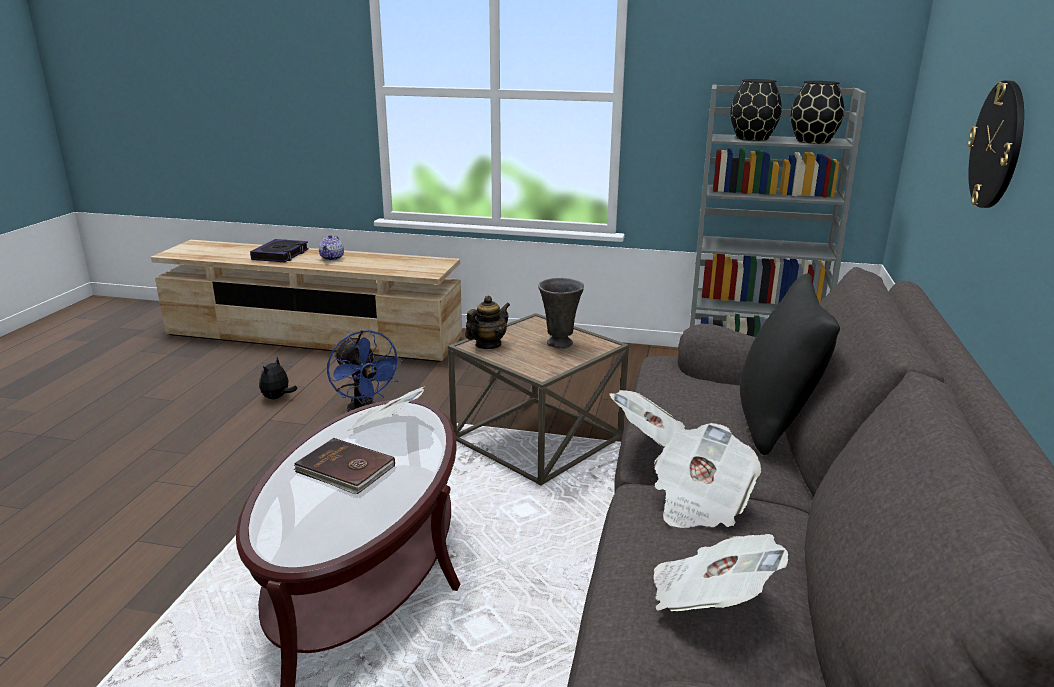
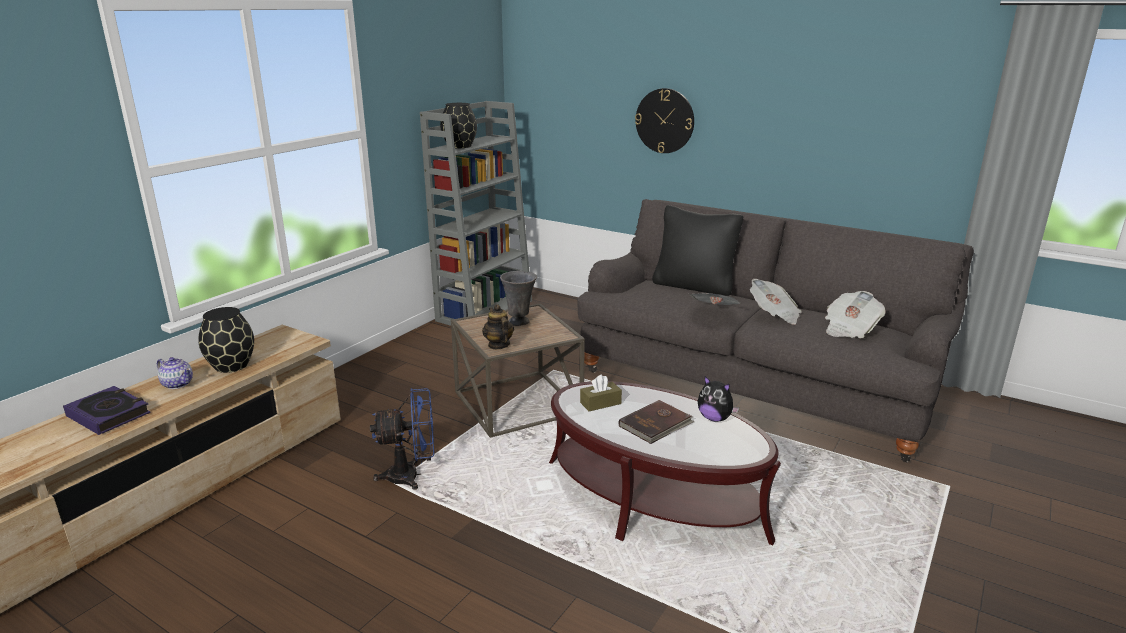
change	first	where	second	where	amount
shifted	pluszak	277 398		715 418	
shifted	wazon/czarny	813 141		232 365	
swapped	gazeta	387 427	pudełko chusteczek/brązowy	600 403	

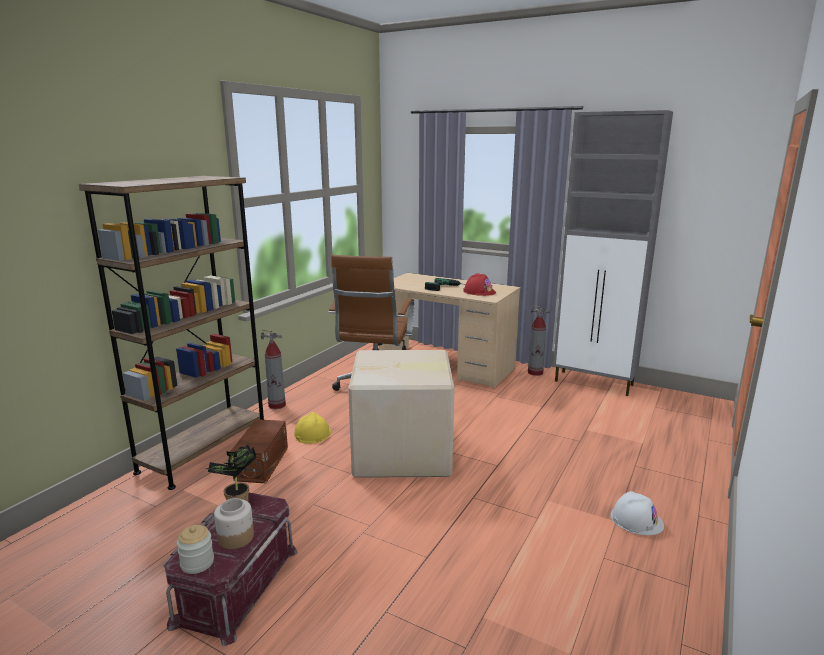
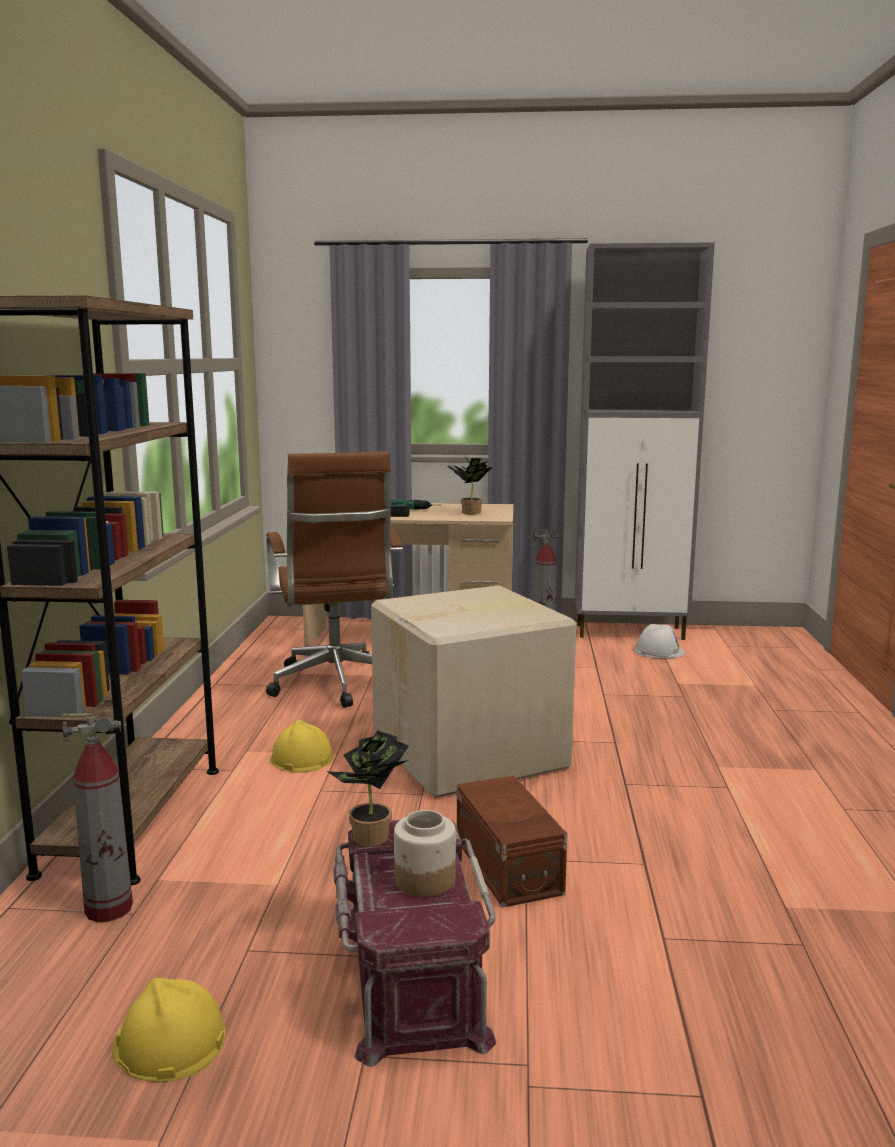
change	first	where	second	where	amount
gone	słoik	197 563			
new			kask/żółty	169 1041	
shifted	pojemnik do przechowywania/brązowy	260 464		506 867	
shifted	gaśnica	277 405		109 909	
shifted	kask/biały	636 520		659 651	
swapped	kask/czerwony	479 291	roślina doniczkowa	468 513	

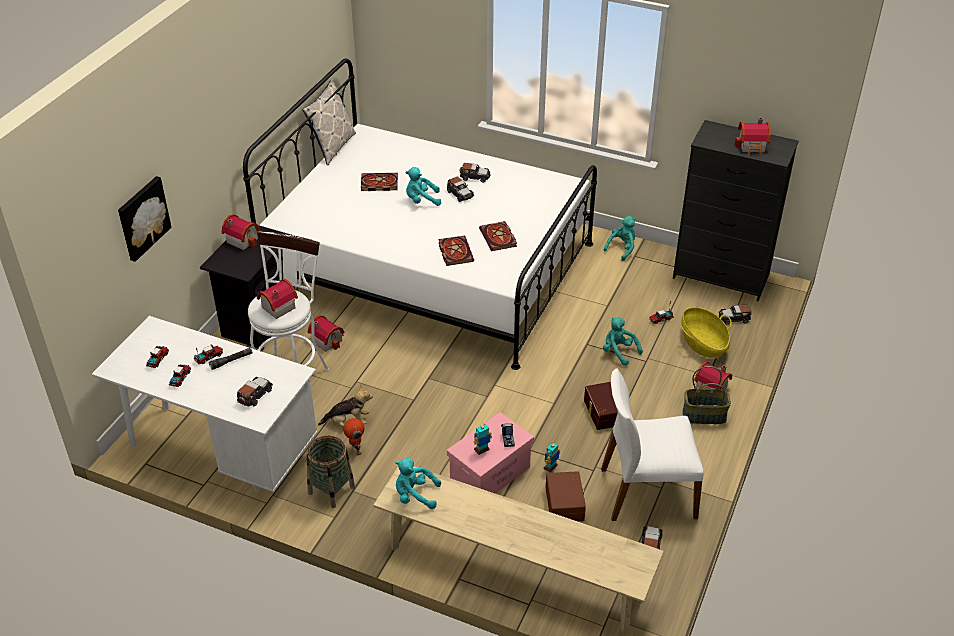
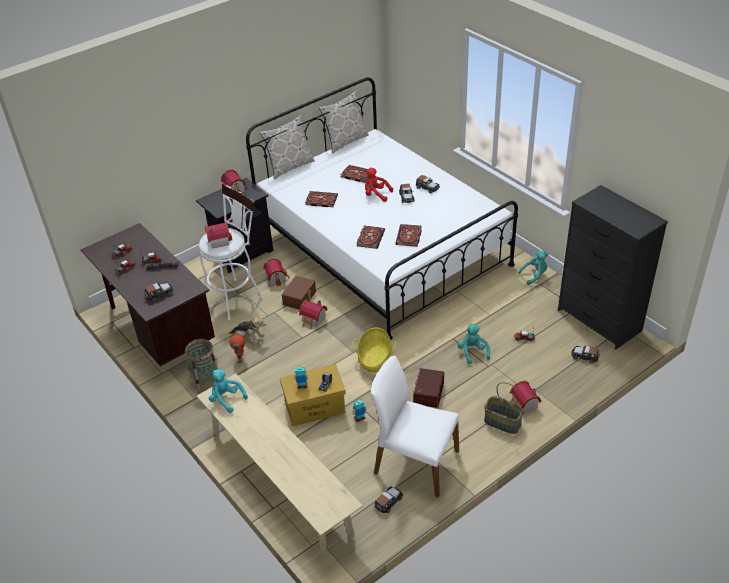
change	first	where	second	where	amount
gone	obraz	142 218			
new			poduszka	290 167	
new			książka	320 200	
shifted	pojemnik do przechowywania/brązowy	565 503		300 298	
shifted	koszyk	703 343		375 359	
shifted	domek	752 147		313 320	
repainted	biurko/biały	220 452	biurko/brązowy	159 330	
repainted	pluszak/turkusowy	421 200	pluszak/czerwony	376 195	
repainted	pojemnik do przechowywania/różowy	490 474	pojemnik do przechowywania/żółty	314 407	

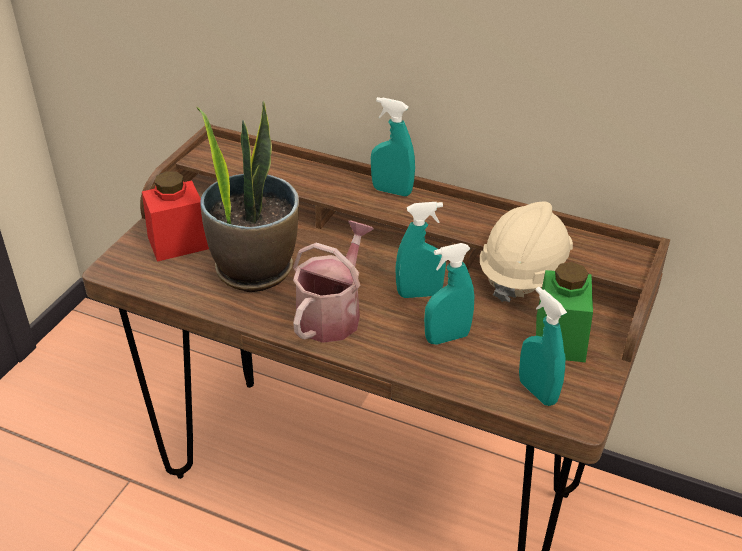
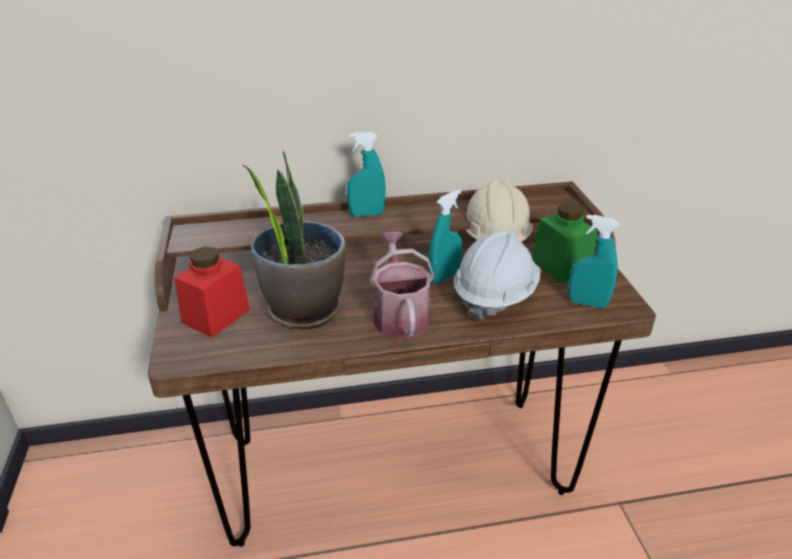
change	first	where	second	where	amount
swapped	spryskiwacz/turkusowy	447 337	kask/biały	495 296	

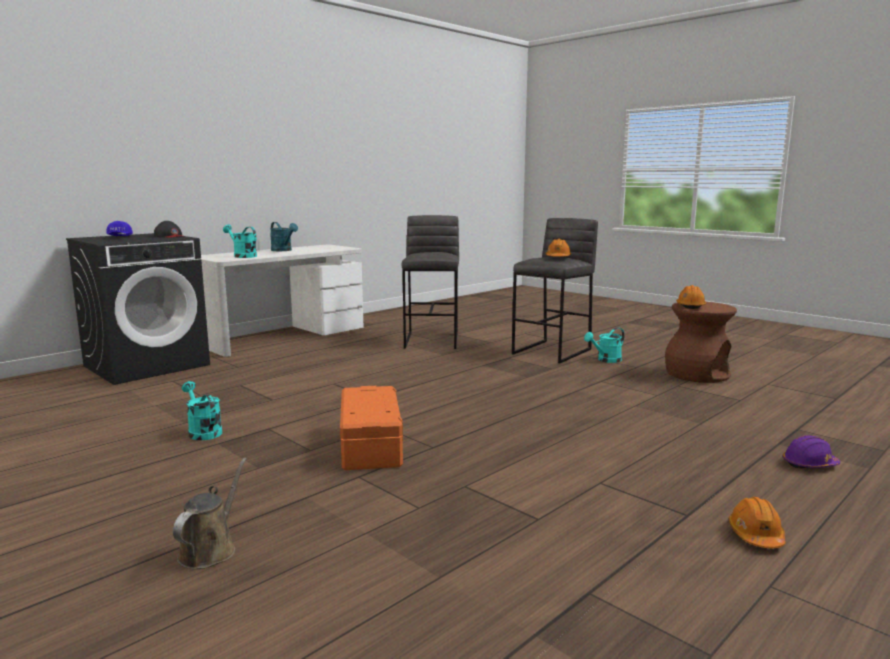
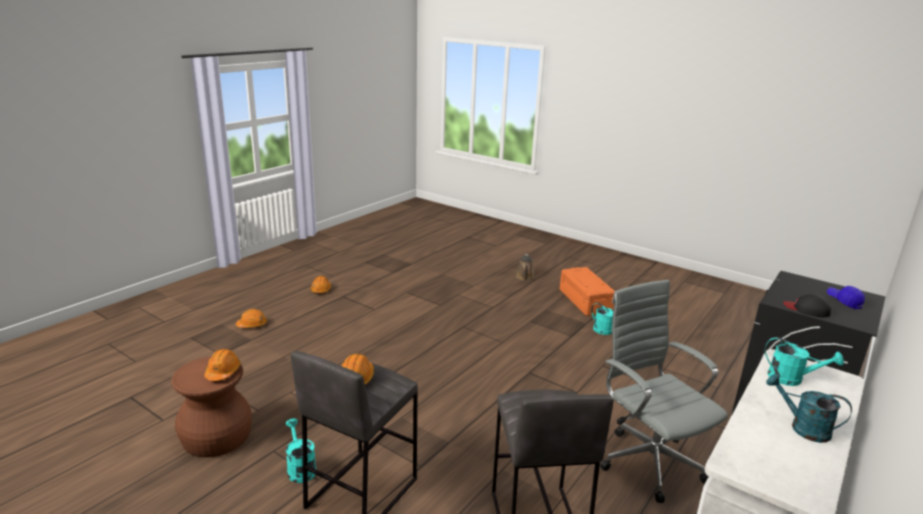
change	first	where	second	where	amount
new			krzesło biurowe/szary	647 460	
shifted	pojemnik do przechowywania/pomarańczowy	369 445		585 301	
repainted	kask/fioletowy	809 464	kask/pomarańczowy	252 325	
rotated	konewka/turkusowy	606 360		300 468	75 degrees counterclockwise

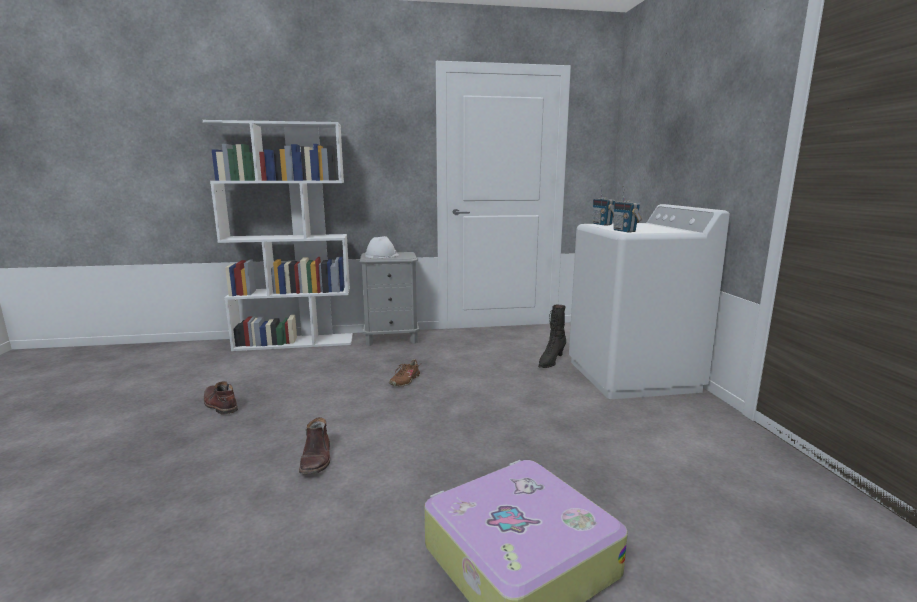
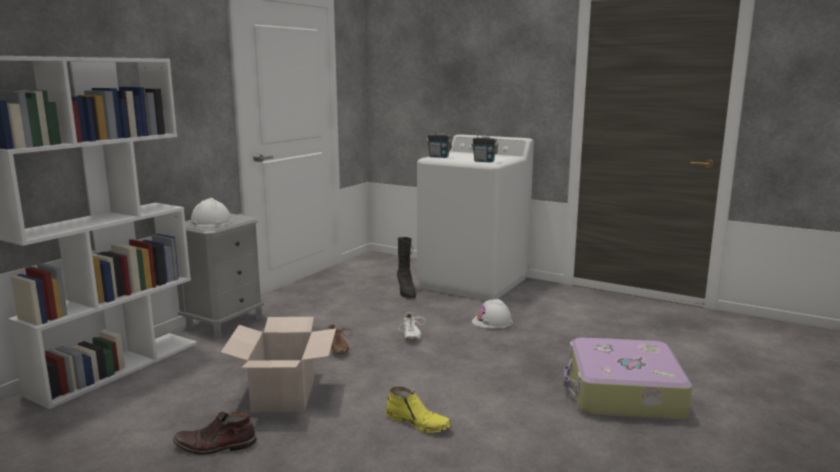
change	first	where	second	where	amount
new			karton	283 395	
new			but/biały	410 335	
new			kask/biały	492 321	
repainted	but z cholewką/brązowy	316 459	but z cholewką/żółty	418 422	

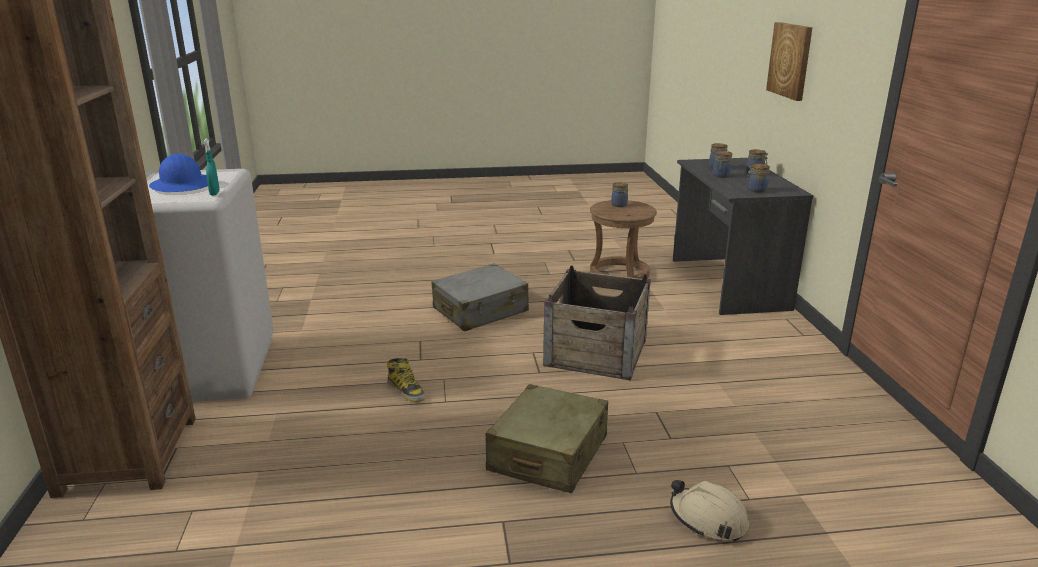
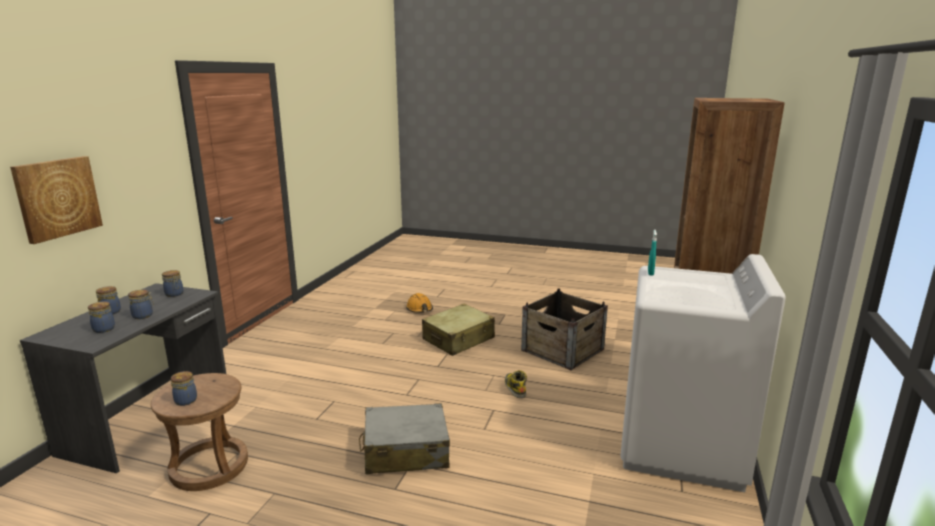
change	first	where	second	where	amount
gone	kask/niebieski	182 185			
shifted	skrzynka	596 352		562 349	
repainted	kask/beżowy	708 519	kask/pomarańczowy	419 309	

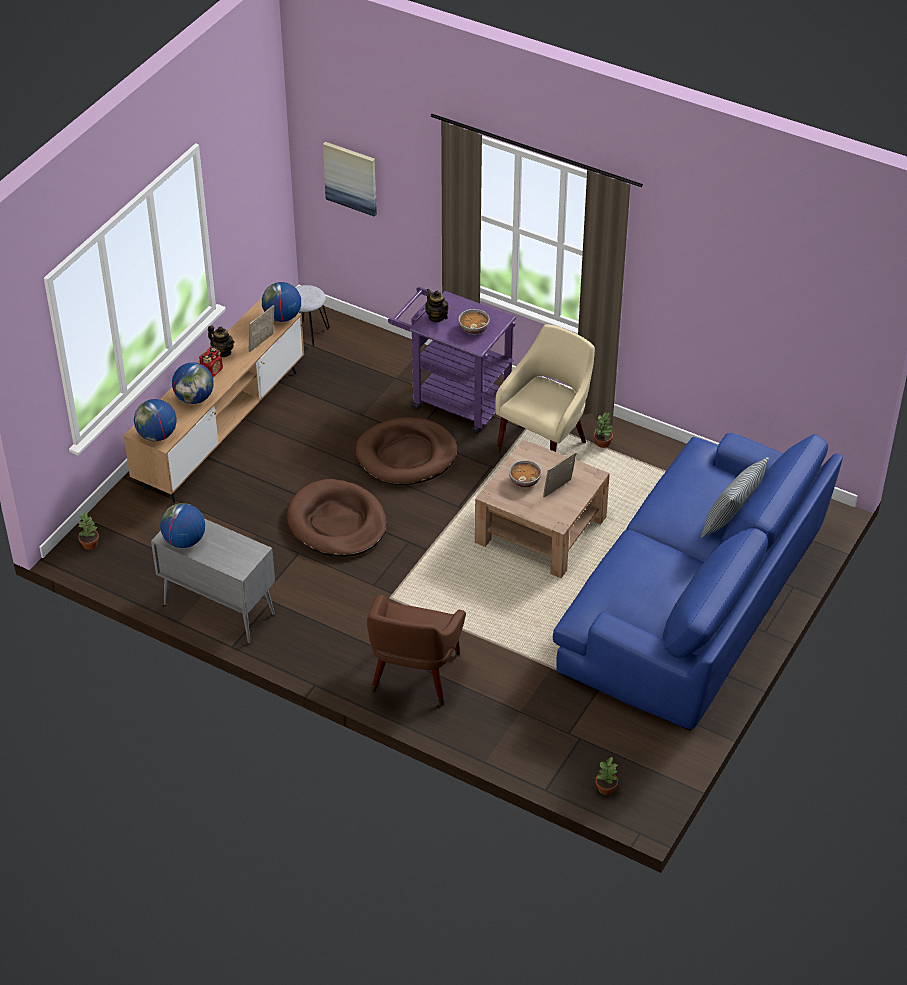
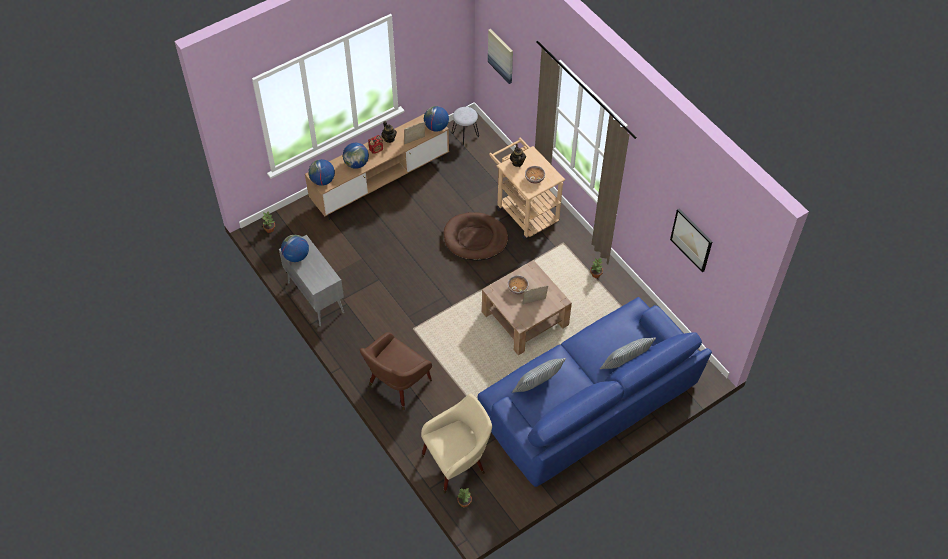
change	first	where	second	where	amount
gone	legowisko/brązowy	337 523			
new			poduszka	537 387	
new			obraz	691 239	
shifted	fotel/beżowy	545 443		457 462	
repainted	wózek/fioletowy	453 399	wózek/beżowy	524 211	

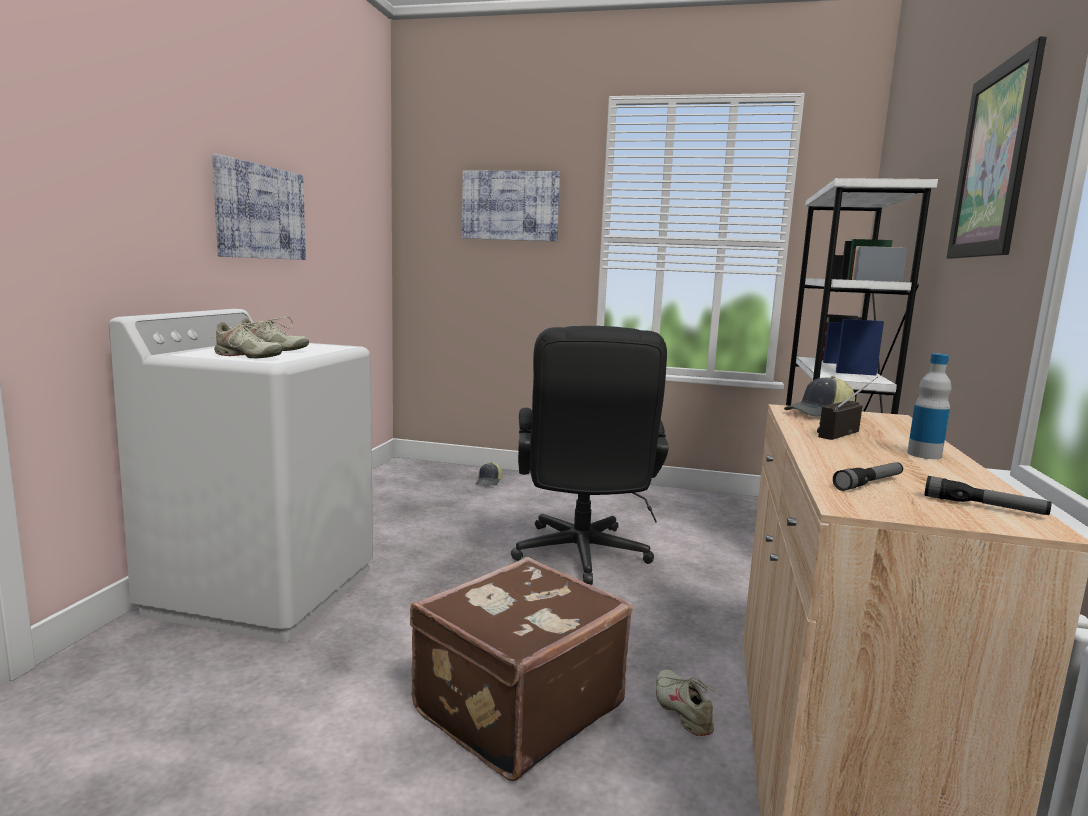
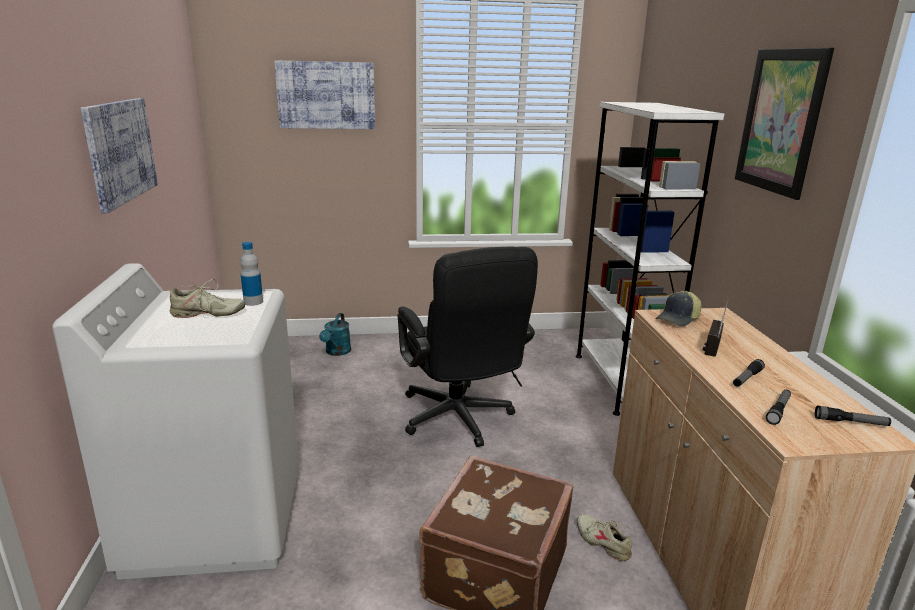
change	first	where	second	where	amount
gone	but/beżowy	247 356			
new			latarka	747 378	
shifted	butelka	924 455		253 302	
swapped	czapka z daszkiem	489 482	konewka/turkusowy	336 352	

